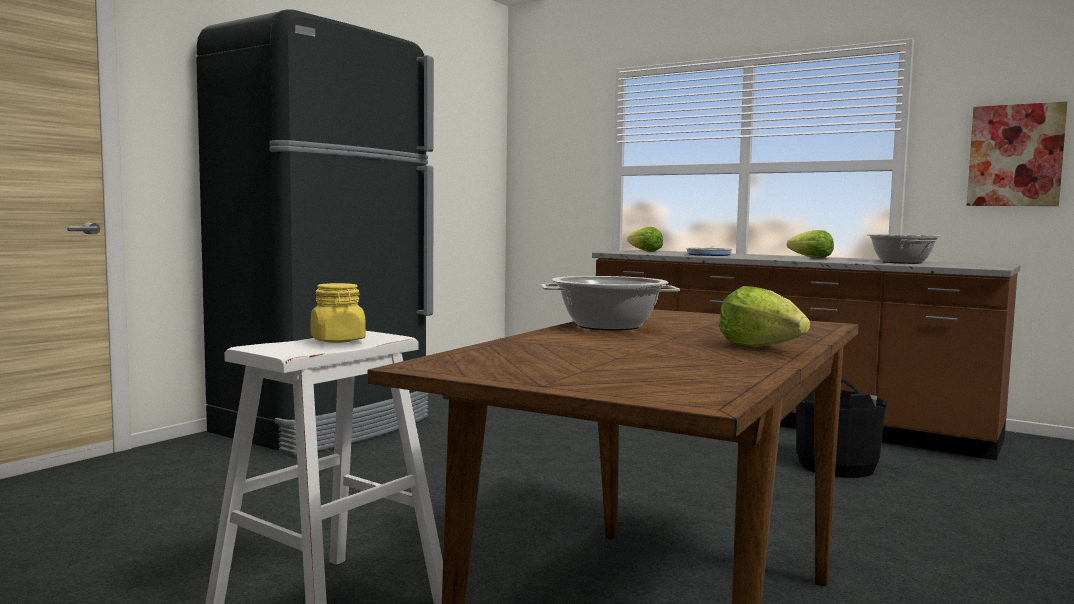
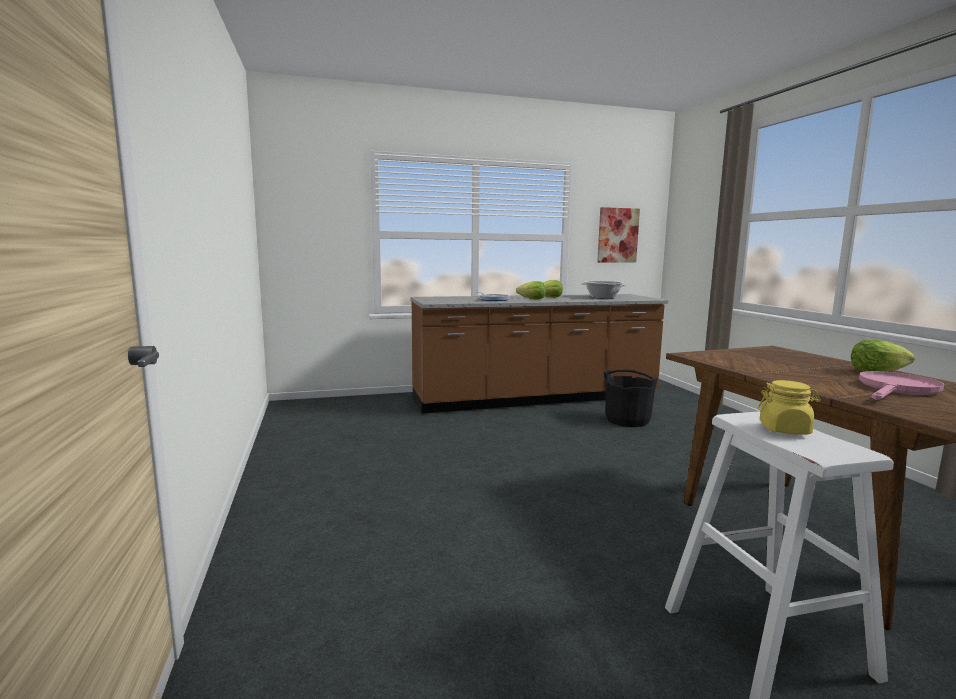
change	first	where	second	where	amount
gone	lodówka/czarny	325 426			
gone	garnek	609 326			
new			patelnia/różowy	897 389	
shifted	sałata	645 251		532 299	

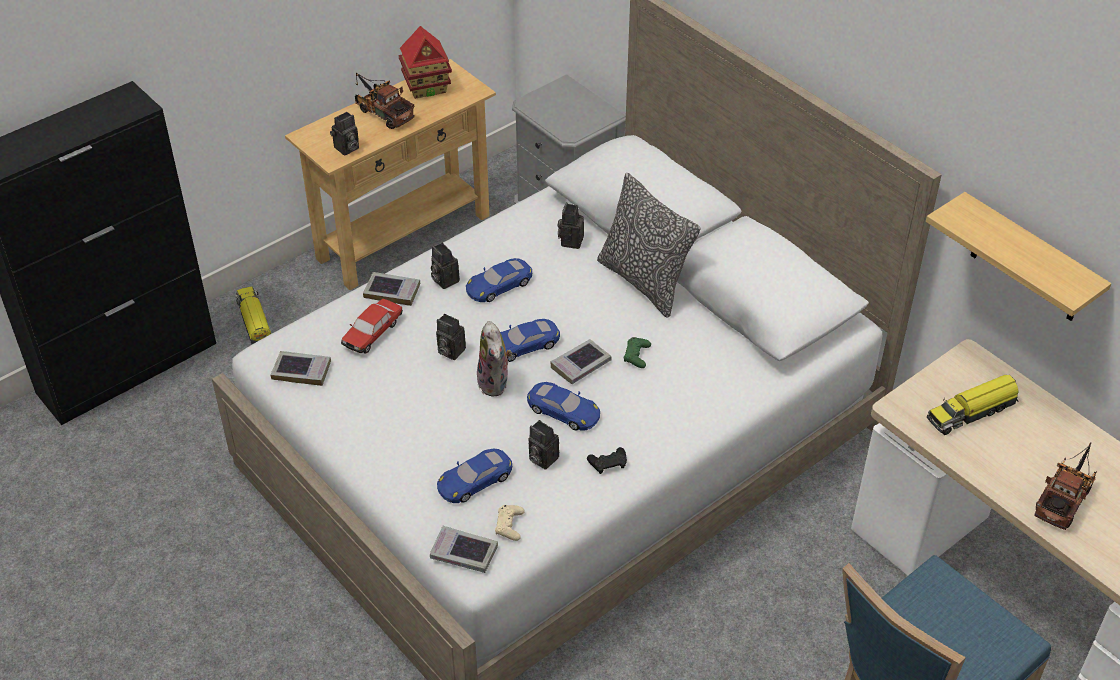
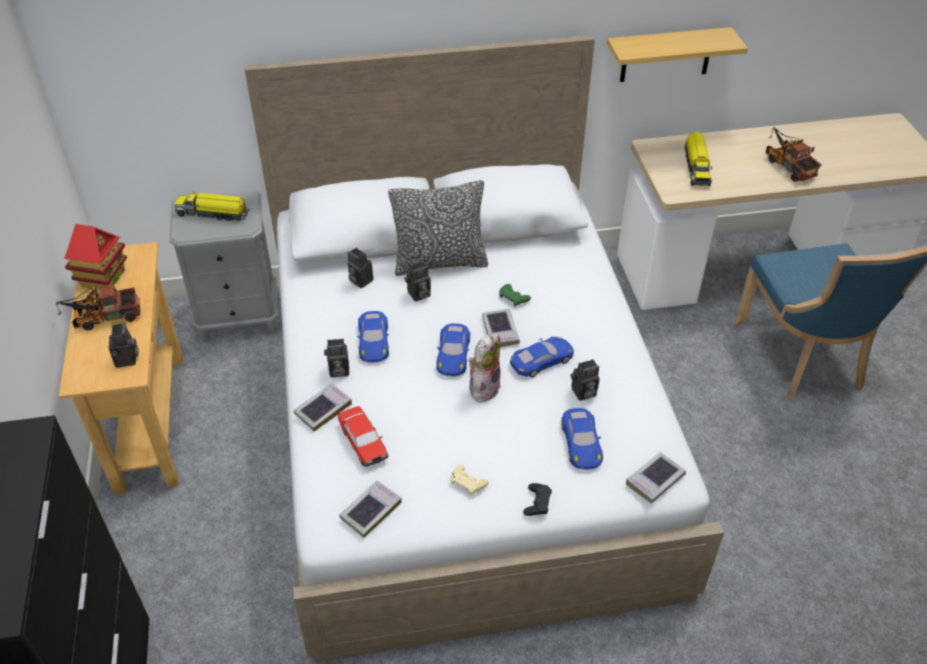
change	first	where	second	where	amount
shifted	ciężarówka zabawkowa	255 322		213 213	
shifted	aparat fotograficzny	449 351		418 295	
shifted	pad do gier/beżowy	509 525		468 482	
shifted	pad do gier/czarny	608 463		537 503	
rotated	pluszak	495 383		483 387	75 degrees counterclockwise

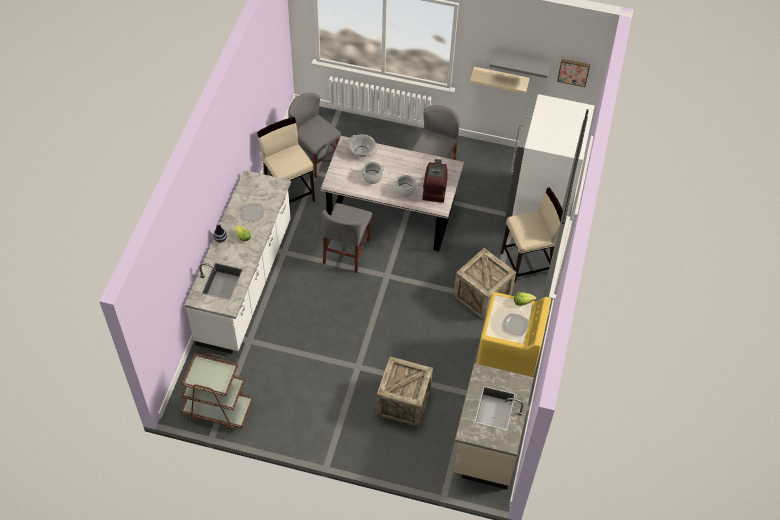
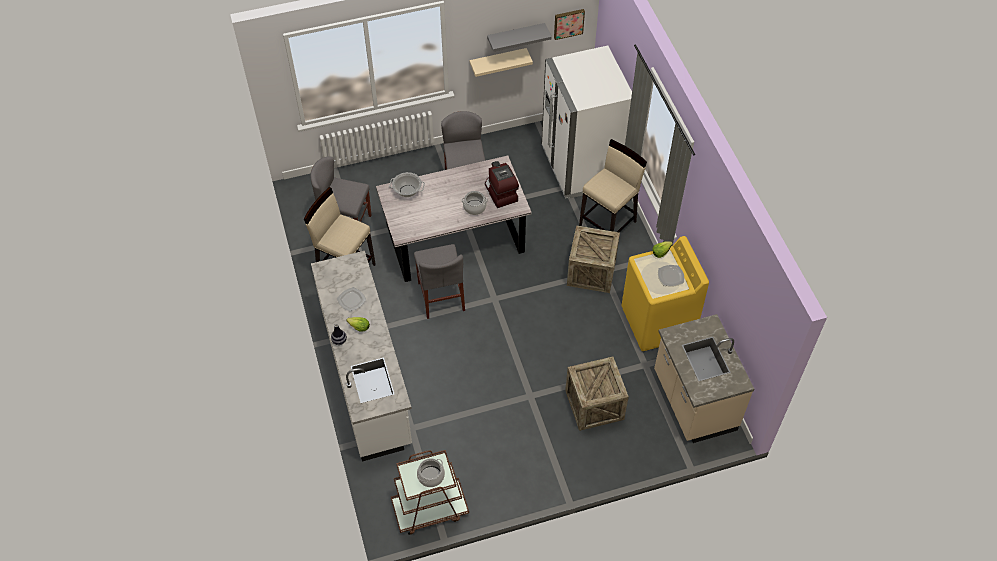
change	first	where	second	where	amount
shifted	garnek	372 177		431 476	

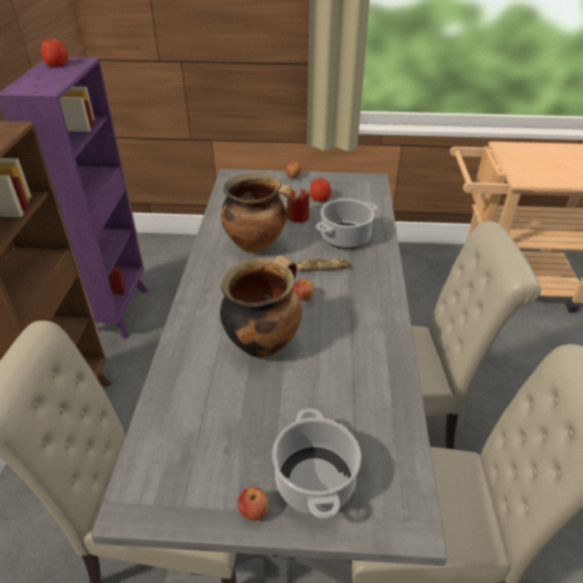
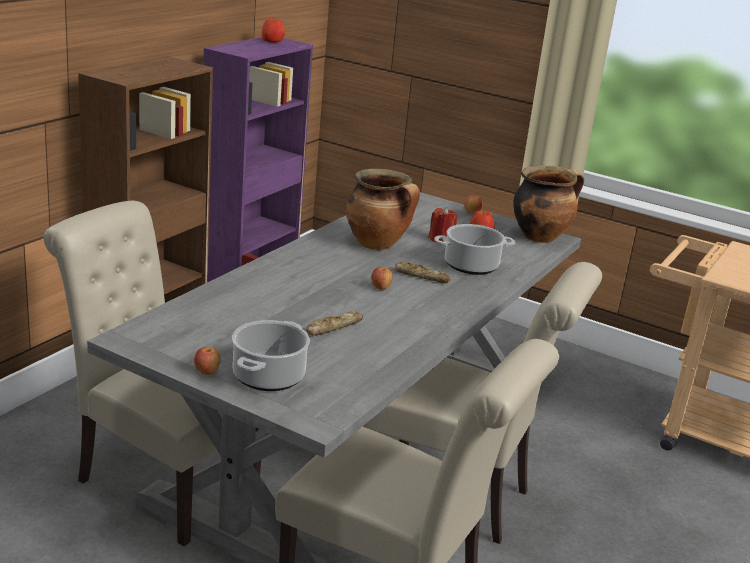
change	first	where	second	where	amount
new			chleb	333 327	
shifted	garnek	263 342		540 236	

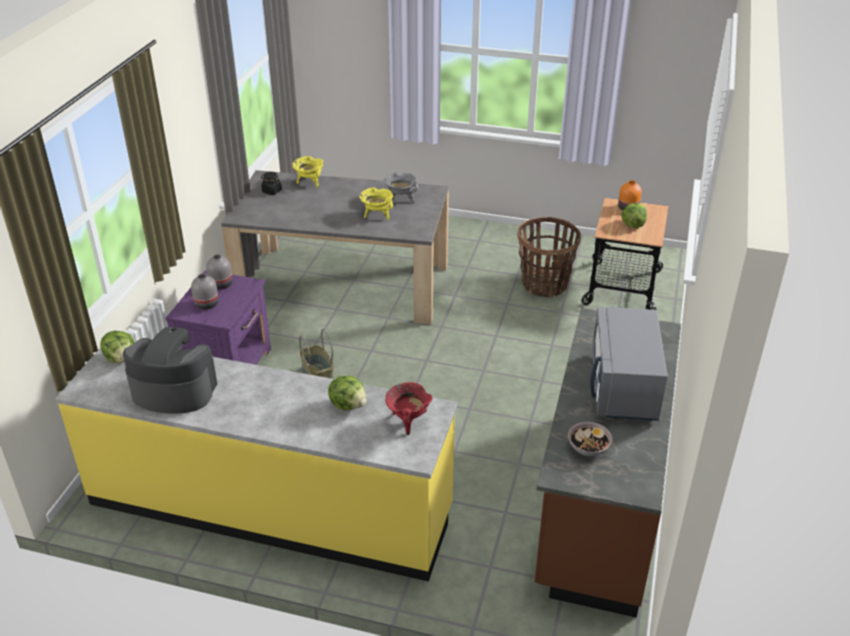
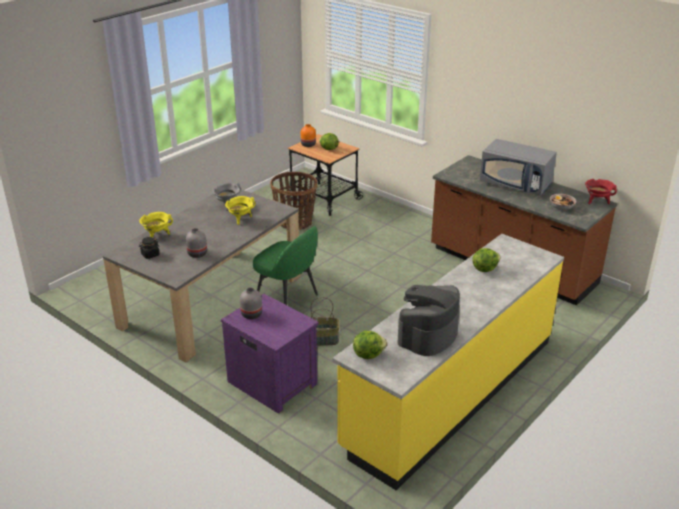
change	first	where	second	where	amount
new			krzesło/zielony	287 300	
shifted	wazon/szary	206 304		197 254	
shifted	garnek/czerwony	408 421		597 201	

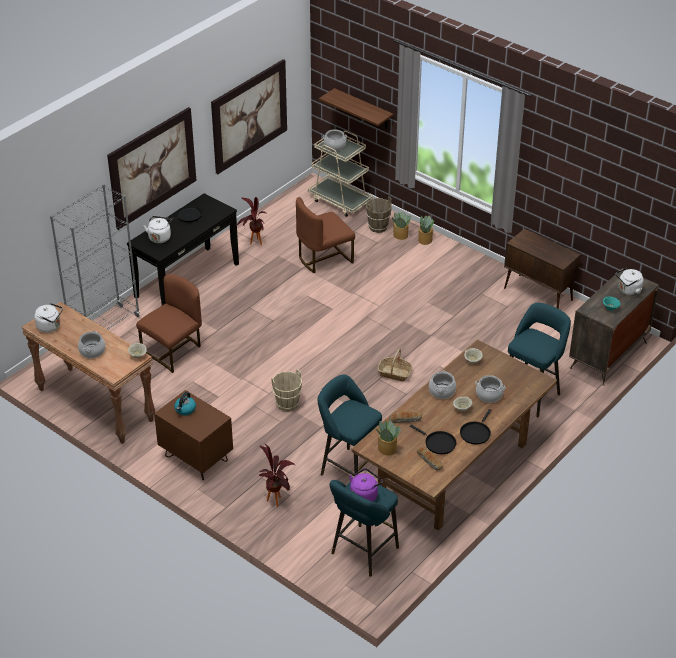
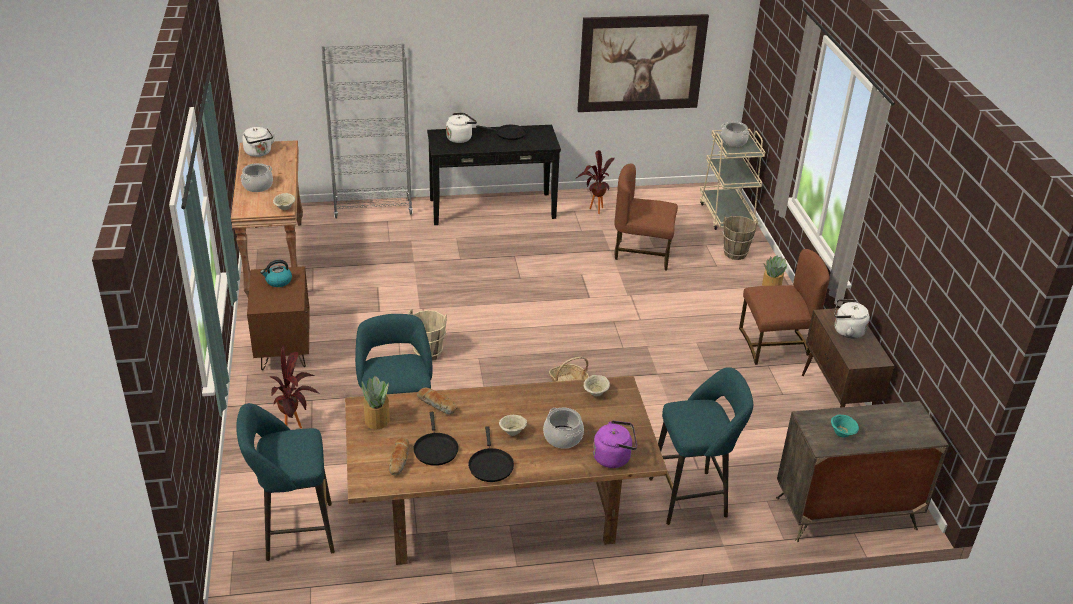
change	first	where	second	where	amount
gone	obraz	152 167			
gone	półka	363 109			
gone	roślina doniczkowa	400 235			
gone	garnek	442 391			
shifted	krzesło/brązowy	173 351		775 345	
shifted	czajnik/fioletowy	365 495		614 457	
shifted	czajnik/biały	628 291		846 331	
rotated	patelnia/czarny	475 433		490 465	75 degrees counterclockwise

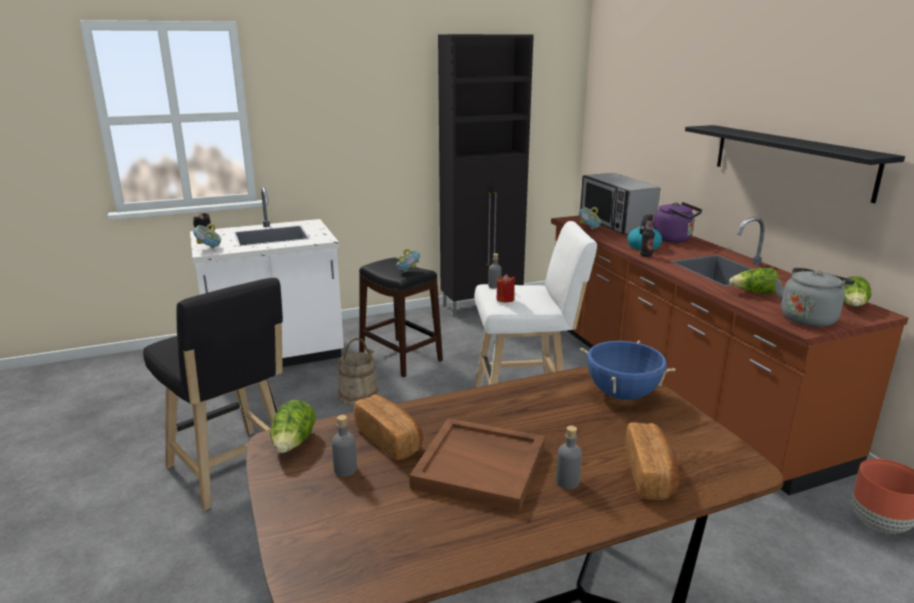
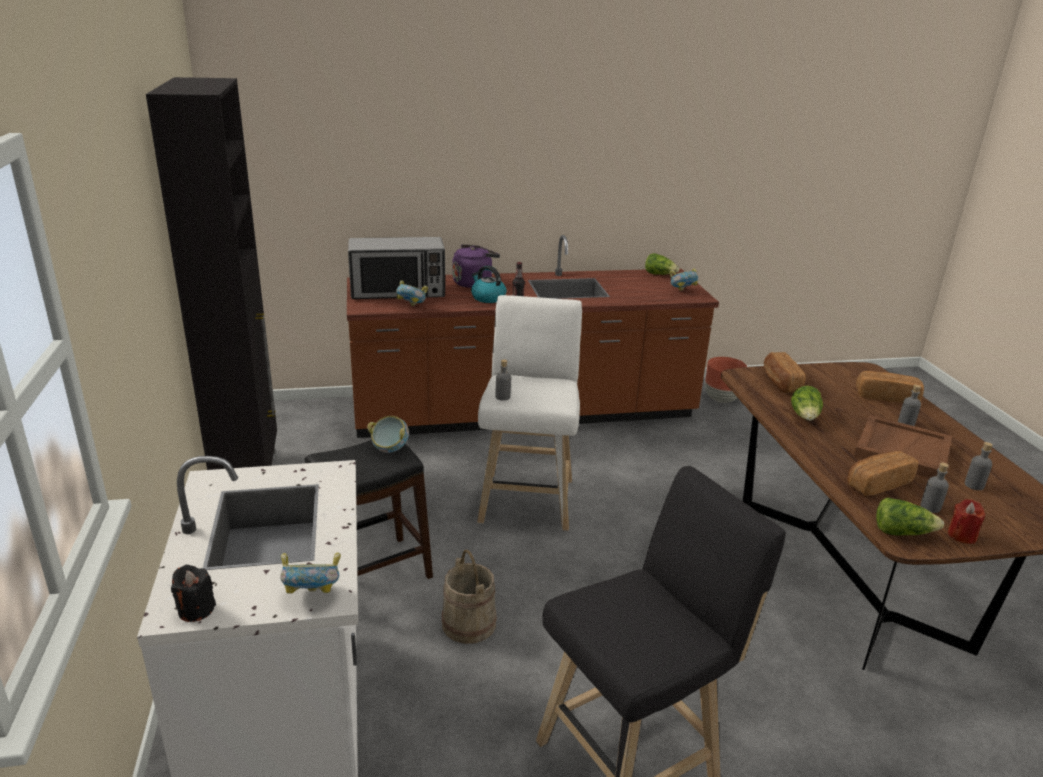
change	first	where	second	where	amount
gone	półka/czarny	790 160			
new			butelka/szary	974 485	
shifted	świeca/czerwony	505 299		961 535	
shifted	sałata	753 293		805 417	
swapped	garnek/niebieski	622 395	chleb	780 382	
swapped	czajnik/szary	808 318	miska	682 291	

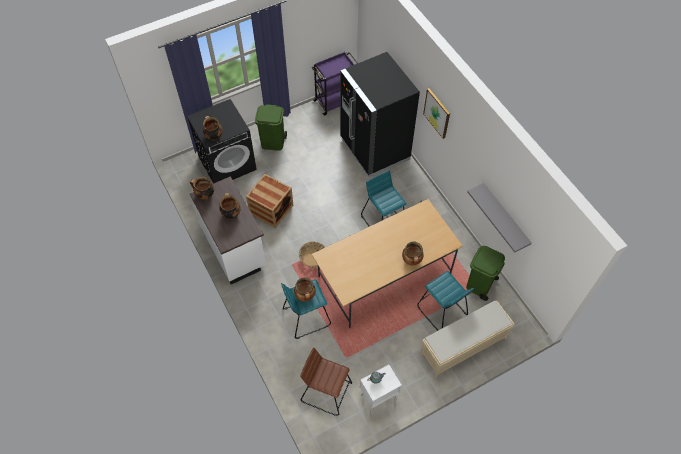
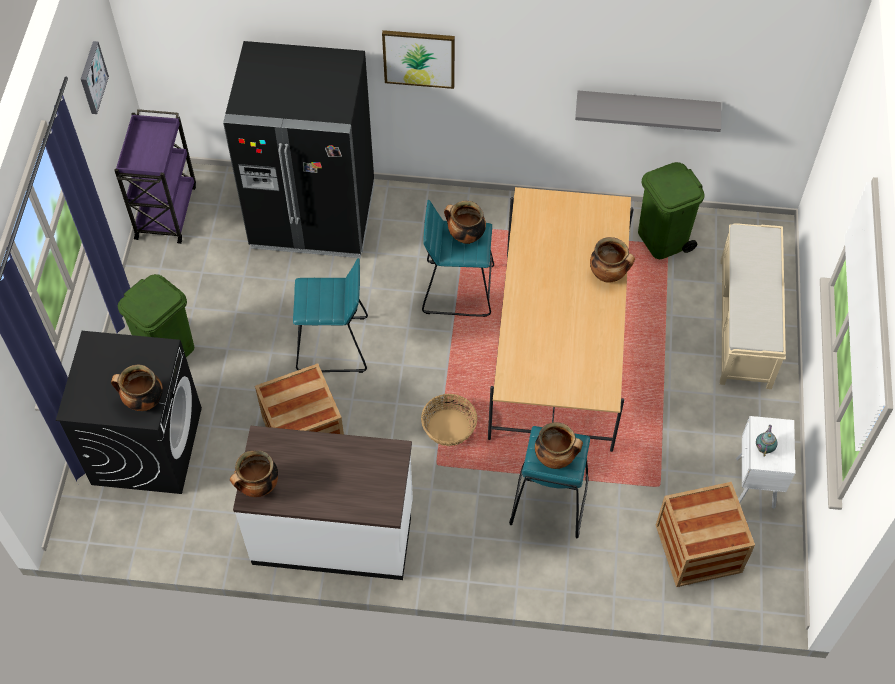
change	first	where	second	where	amount
new			obraz	92 77	
shifted	garnek	231 214		465 236	
shifted	stołek/turkusowy	441 311		333 345	
swapped	stołek/brązowy	326 391	skrzynka	698 548	

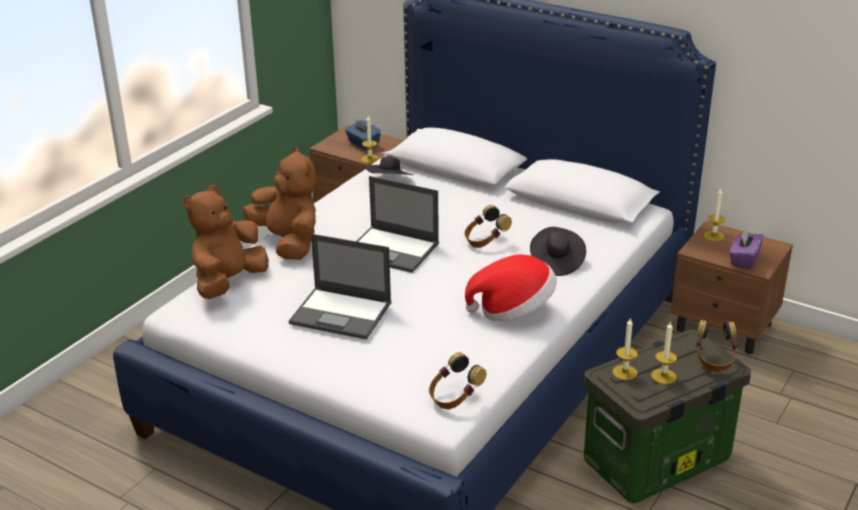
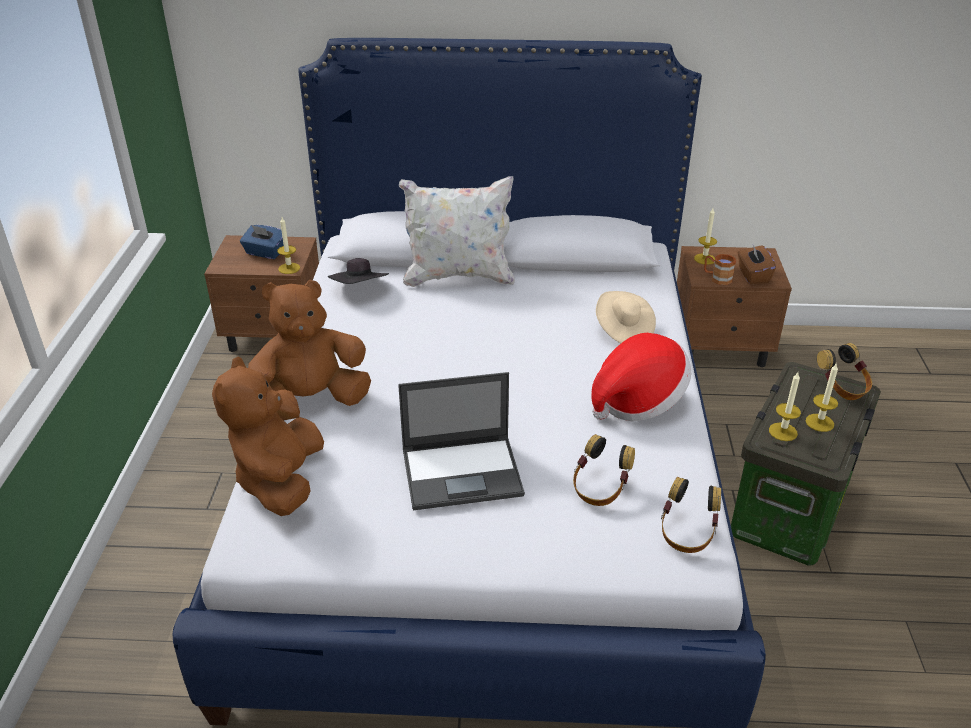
change	first	where	second	where	amount
gone	laptop	393 250			
new			poduszka/biały	458 276	
new			kubek/brązowy	717 278	
shifted	słuchawki	485 241		600 489	
repainted	kapelusz/czarny	556 262	kapelusz/beżowy	623 331	
repainted	pudełko chusteczek/fioletowy	743 260	pudełko chusteczek/brązowy	753 275	
rotated	pluszak/brązowy	288 243		310 401	45 degrees counterclockwise

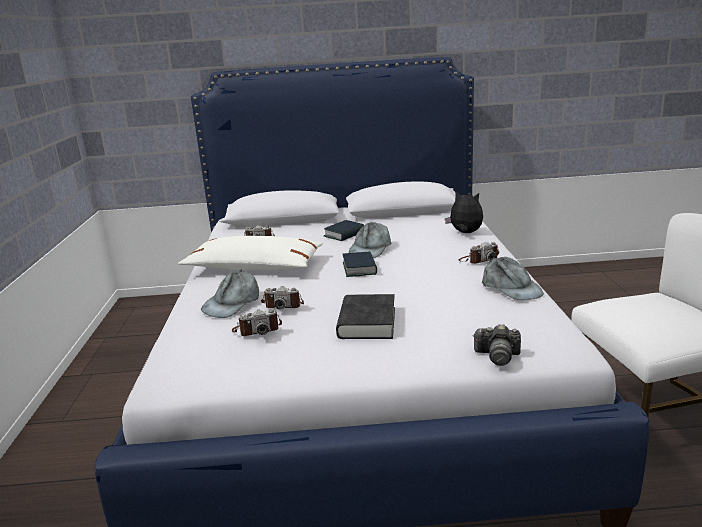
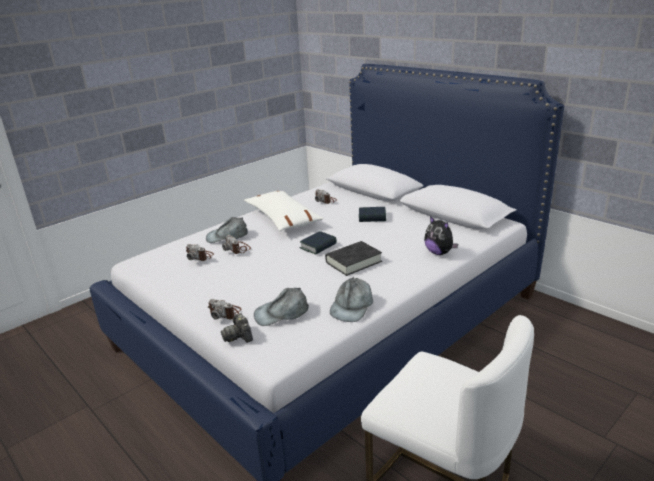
change	first	where	second	where	amount
shifted	książka/czarny	367 323		353 262	
shifted	czapka z daszkiem/szary	370 248		282 313	
shifted	aparat fotograficzny	479 260		225 313	
rotated	pluszak	465 233		439 253	150 degrees clockwise

